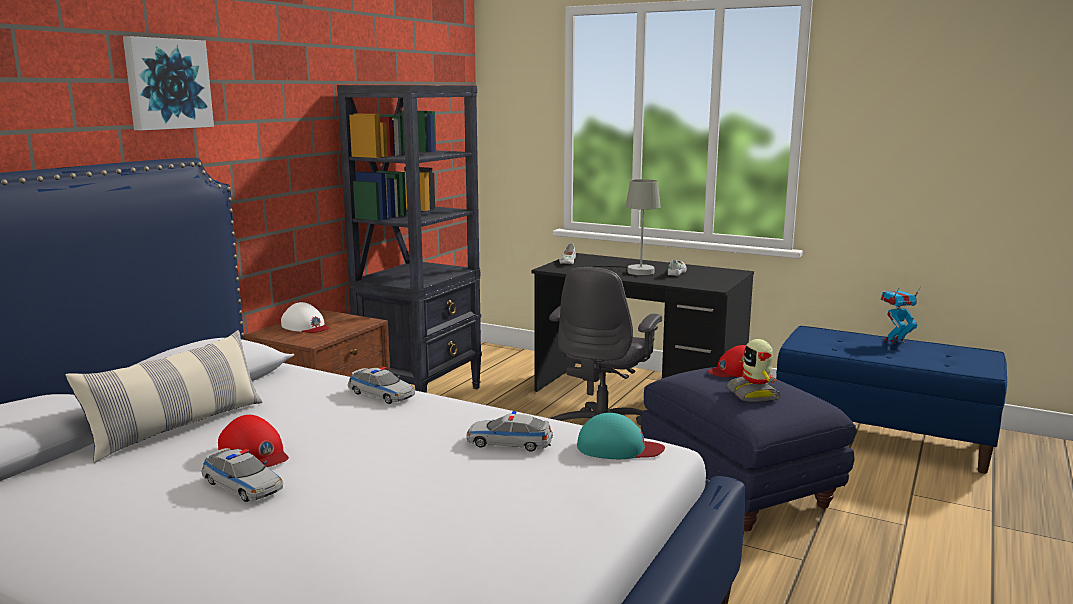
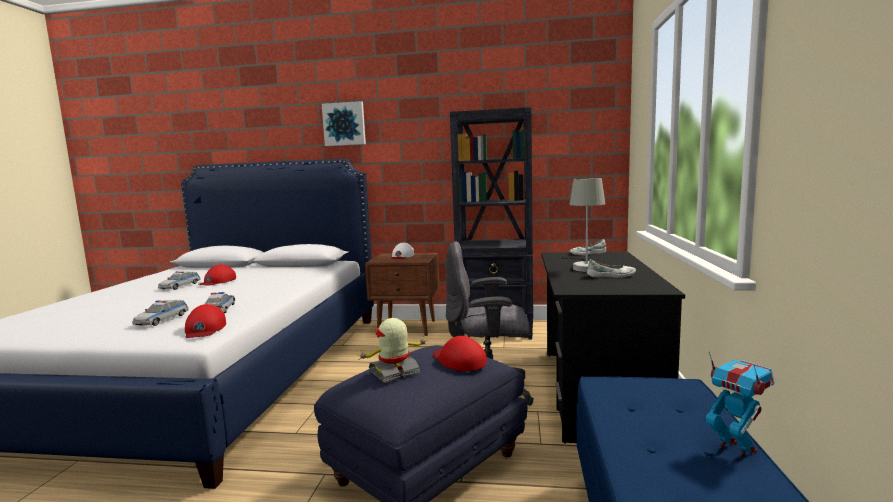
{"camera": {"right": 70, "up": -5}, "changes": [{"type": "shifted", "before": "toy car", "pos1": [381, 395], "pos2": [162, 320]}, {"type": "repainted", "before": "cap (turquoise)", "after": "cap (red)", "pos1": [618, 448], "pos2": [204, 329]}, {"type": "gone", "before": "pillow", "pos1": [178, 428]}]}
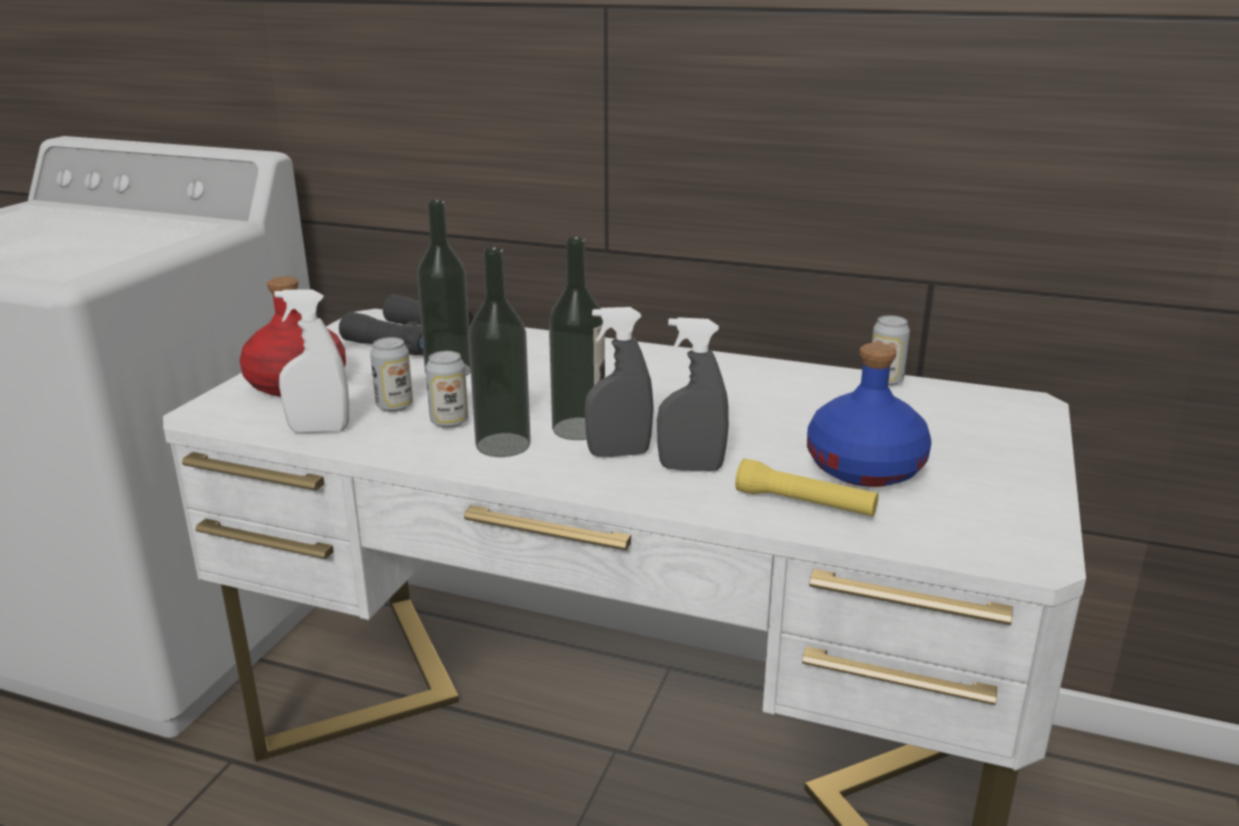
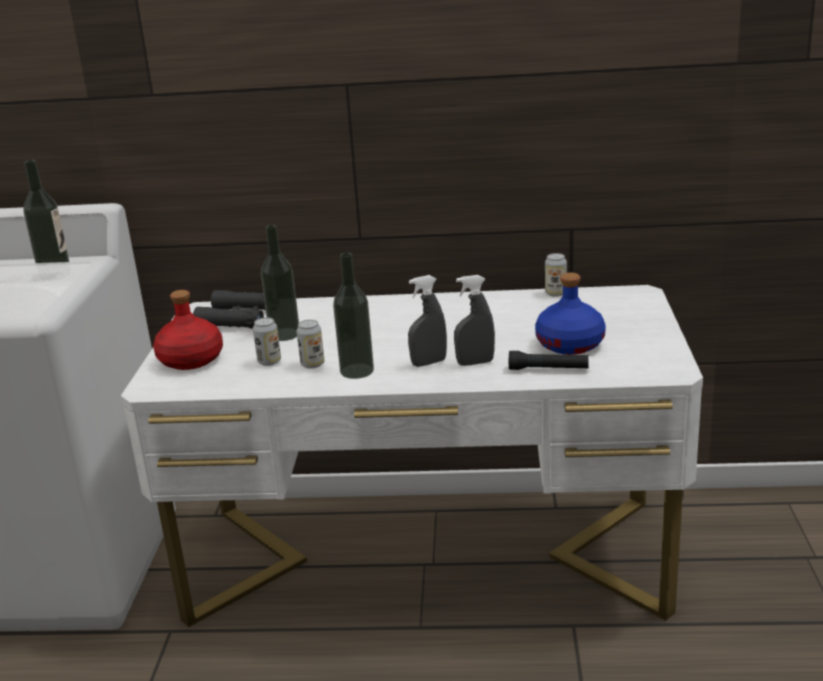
{"camera": {"right": -15, "up": 0}, "changes": [{"type": "shifted", "before": "bottle", "pos1": [578, 429], "pos2": [55, 274]}, {"type": "repainted", "before": "flashlight (yellow)", "after": "flashlight (black)", "pos1": [805, 504], "pos2": [548, 369]}, {"type": "gone", "before": "spray bottle (white)", "pos1": [319, 430]}]}
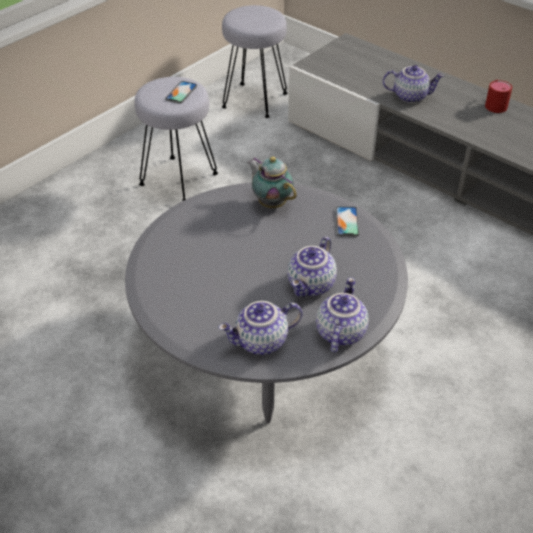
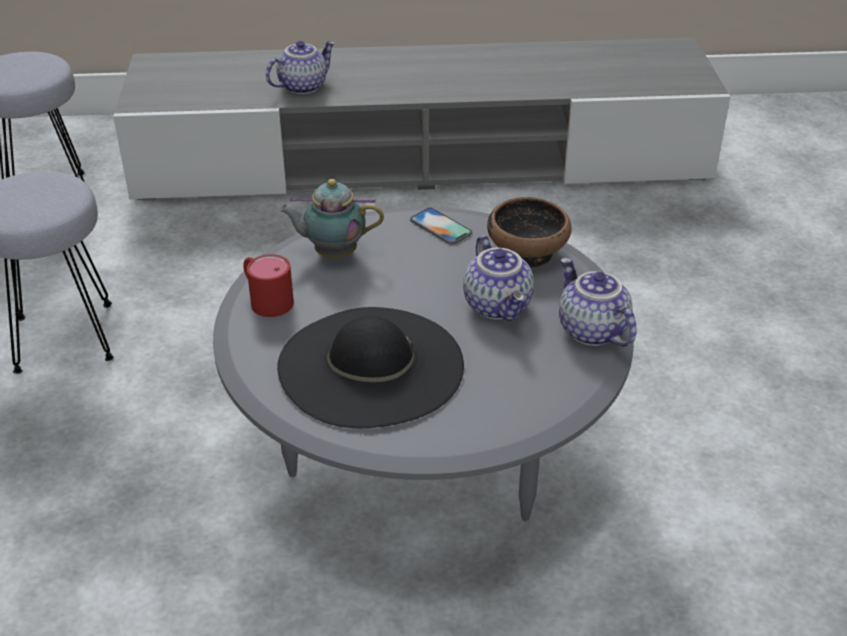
{"camera": {"right": -45, "up": -5}, "changes": [{"type": "shifted", "before": "mug (red)", "pos1": [495, 103], "pos2": [266, 299]}, {"type": "new", "after": "hat (black)", "pos2": [370, 366]}, {"type": "new", "after": "bowl", "pos2": [527, 253]}, {"type": "gone", "before": "phone", "pos1": [181, 92]}, {"type": "gone", "before": "teapot", "pos1": [261, 342]}]}
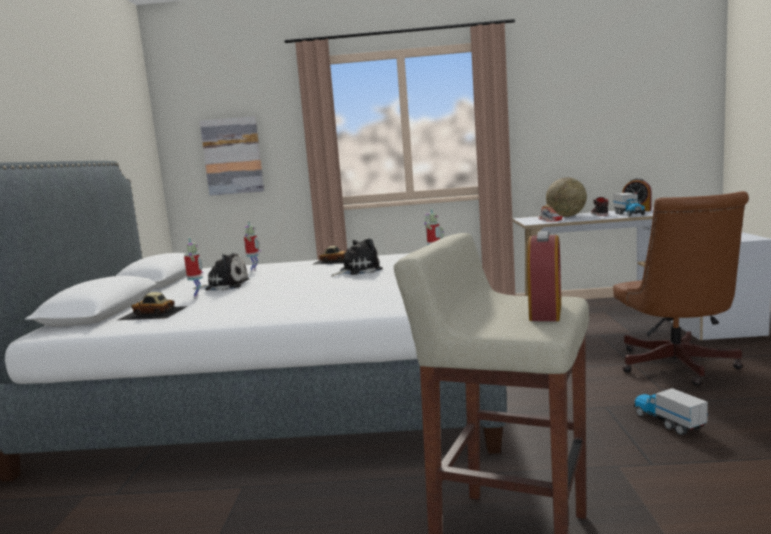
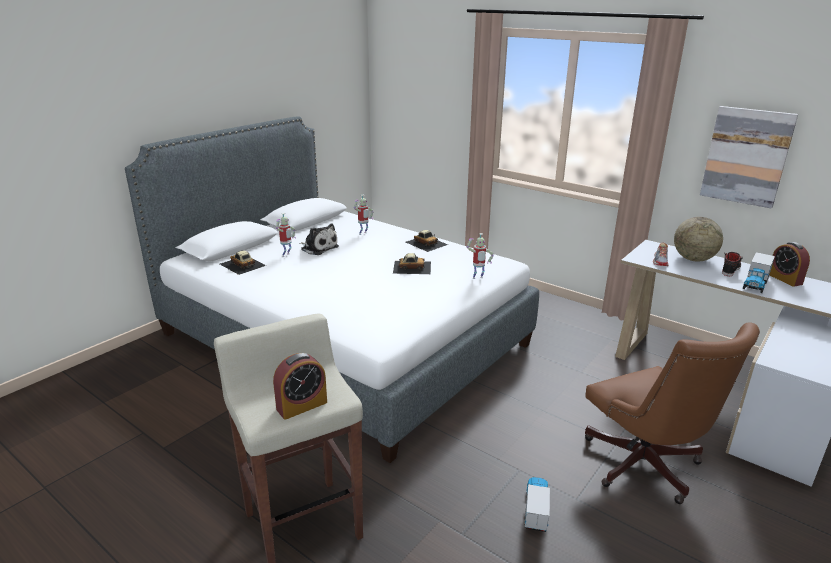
{"camera": {"right": 35, "up": 15}, "changes": [{"type": "swapped", "before": "plush toy", "after": "toy car", "pos1": [358, 271], "pos2": [412, 267]}, {"type": "rotated", "before": "office chair (brown)", "pos1": [677, 368], "pos2": [645, 468], "turn": -60}, {"type": "shifted", "before": "picture", "pos1": [232, 156], "pos2": [746, 156]}]}
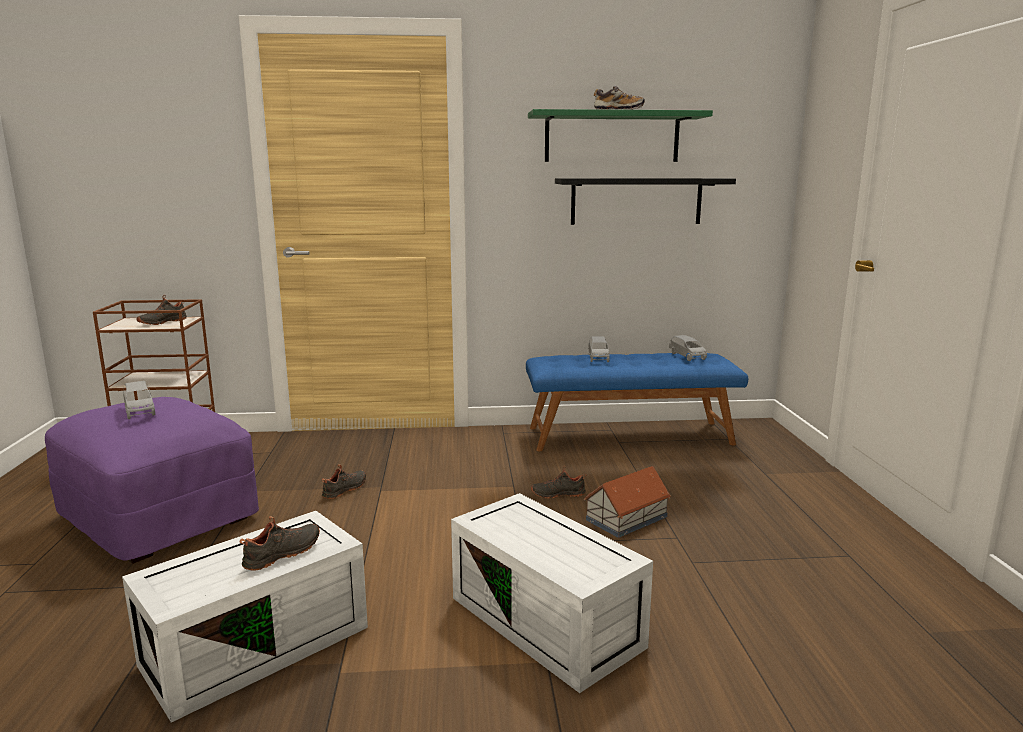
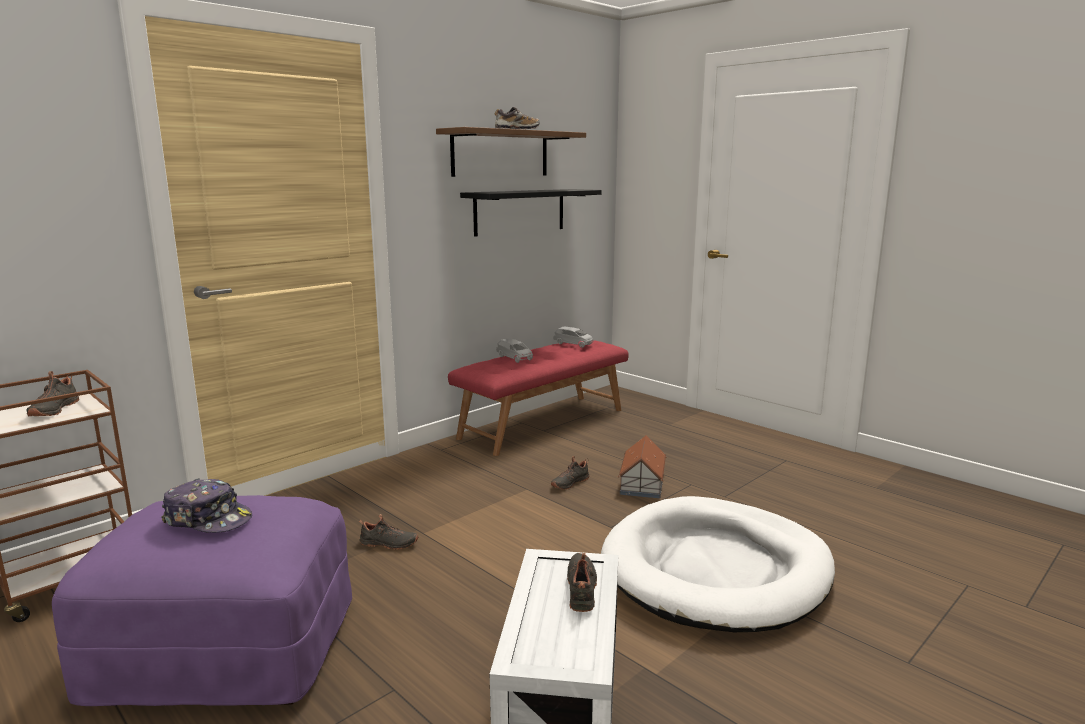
{"camera": {"right": -40, "up": 0}, "changes": [{"type": "swapped", "before": "toy car (grey)", "after": "cap", "pos1": [140, 411], "pos2": [208, 519]}, {"type": "rotated", "before": "shoe (black)", "pos1": [345, 490], "pos2": [388, 544], "turn": 105}, {"type": "repainted", "before": "shelf (green)", "after": "shelf (brown)", "pos1": [612, 137], "pos2": [500, 153]}, {"type": "repainted", "before": "bench (blue)", "after": "bench (red)", "pos1": [629, 435], "pos2": [542, 423]}, {"type": "swapped", "before": "storage box (white)", "after": "dog bed (white)", "pos1": [549, 622], "pos2": [716, 569]}]}
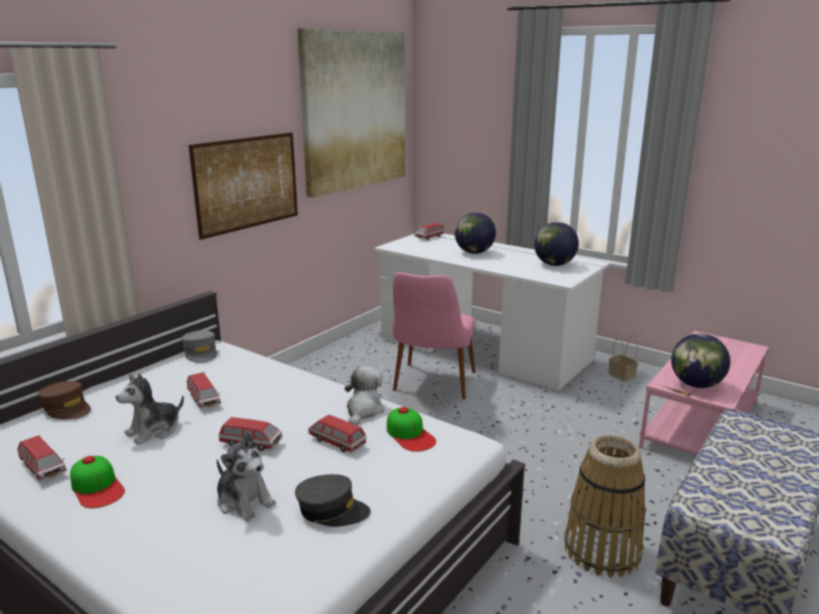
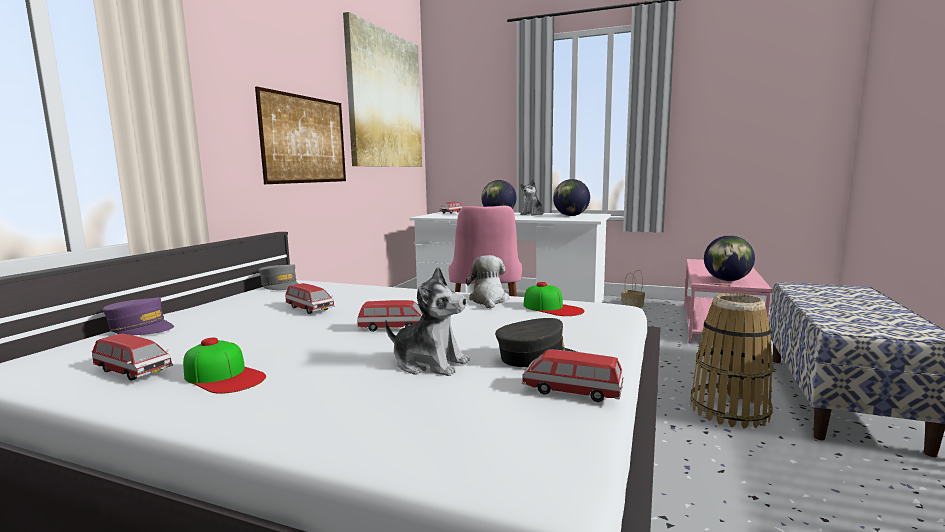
{"camera": {"right": -15, "up": -10}, "changes": [{"type": "repainted", "before": "cap (brown)", "after": "cap (purple)", "pos1": [67, 408], "pos2": [141, 328]}, {"type": "shifted", "before": "plush toy", "pos1": [154, 431], "pos2": [532, 214]}, {"type": "shifted", "before": "toy car", "pos1": [337, 442], "pos2": [572, 391]}]}
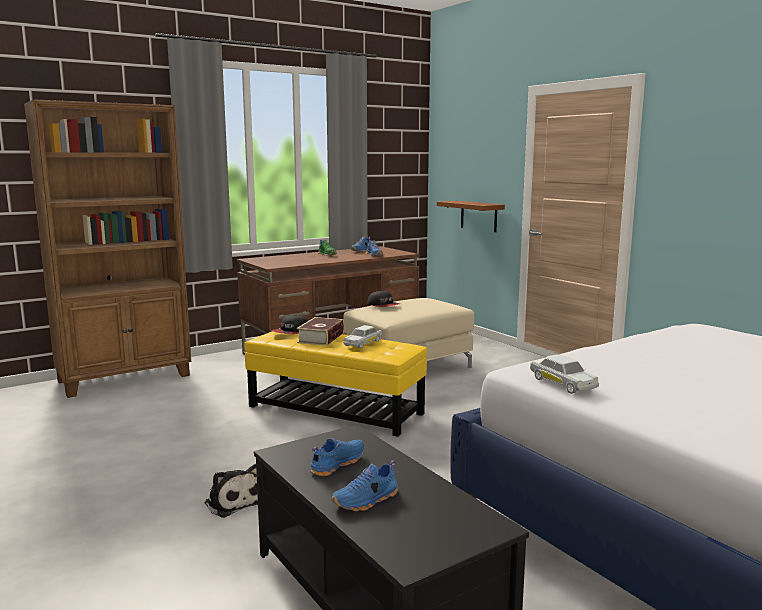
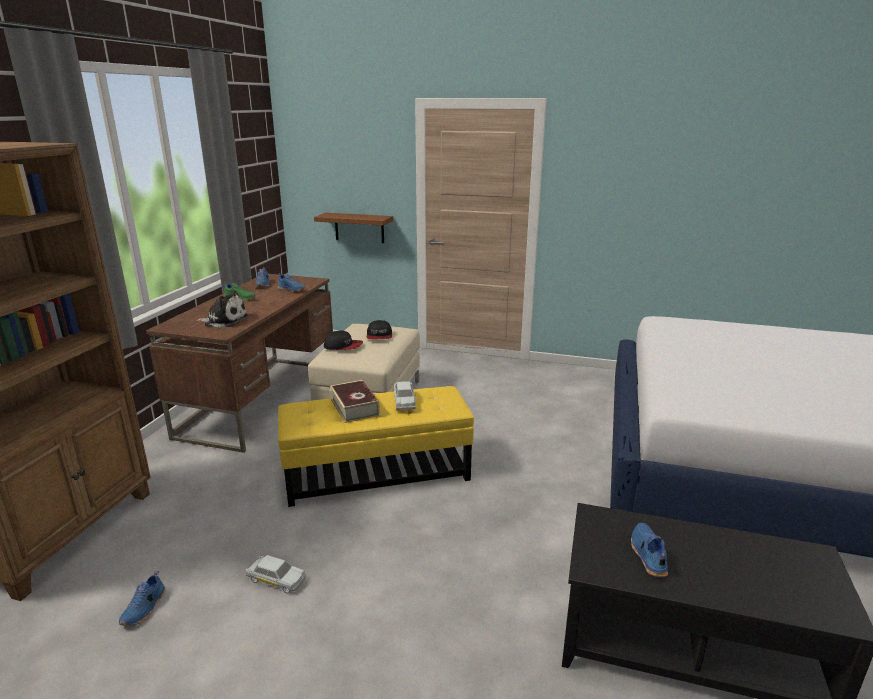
{"camera": {"right": -40, "up": 10}, "changes": [{"type": "shifted", "before": "shoe (blue)", "pos1": [366, 501], "pos2": [145, 609]}, {"type": "shifted", "before": "plush toy", "pos1": [233, 502], "pos2": [224, 321]}, {"type": "shifted", "before": "toy car (white)", "pos1": [562, 383], "pos2": [276, 579]}, {"type": "shifted", "before": "cap", "pos1": [291, 332], "pos2": [379, 336]}]}
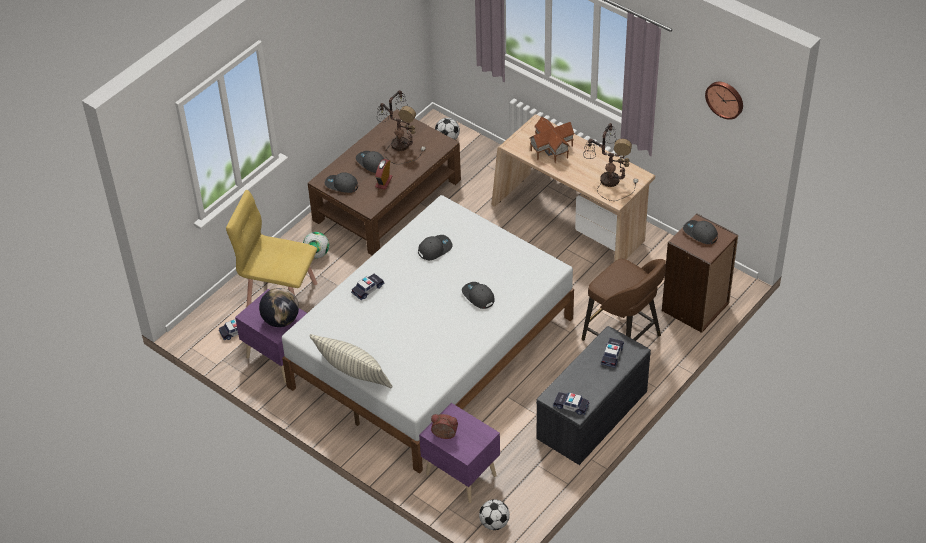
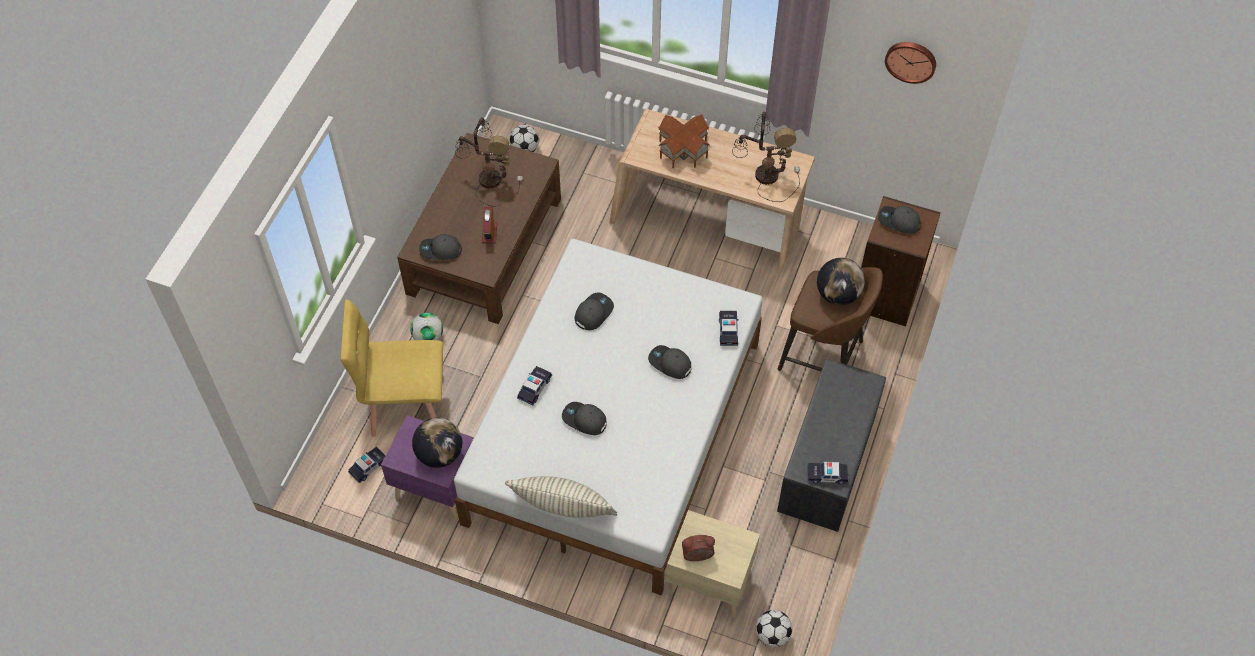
{"camera": {"right": -20, "up": 10}, "changes": [{"type": "shifted", "before": "cap (grey)", "pos1": [371, 163], "pos2": [584, 420]}, {"type": "repainted", "before": "nightstand (purple)", "after": "nightstand (beige)", "pos1": [461, 473], "pos2": [709, 581]}, {"type": "shifted", "before": "toy car", "pos1": [612, 355], "pos2": [728, 330]}, {"type": "new", "after": "globe", "pos2": [838, 294]}]}
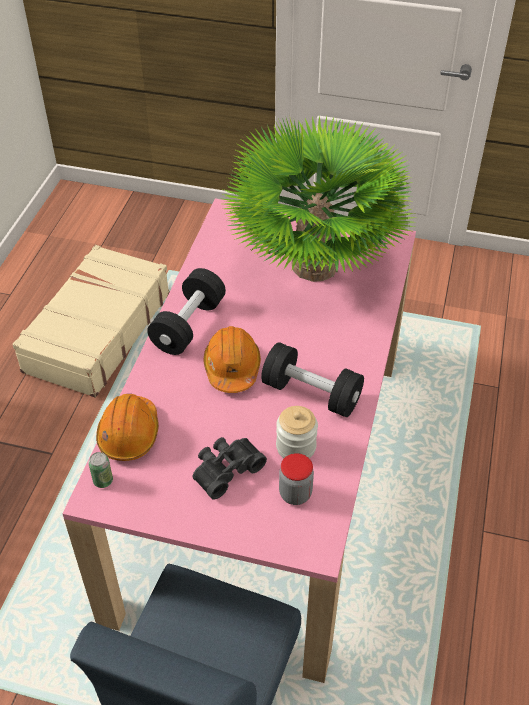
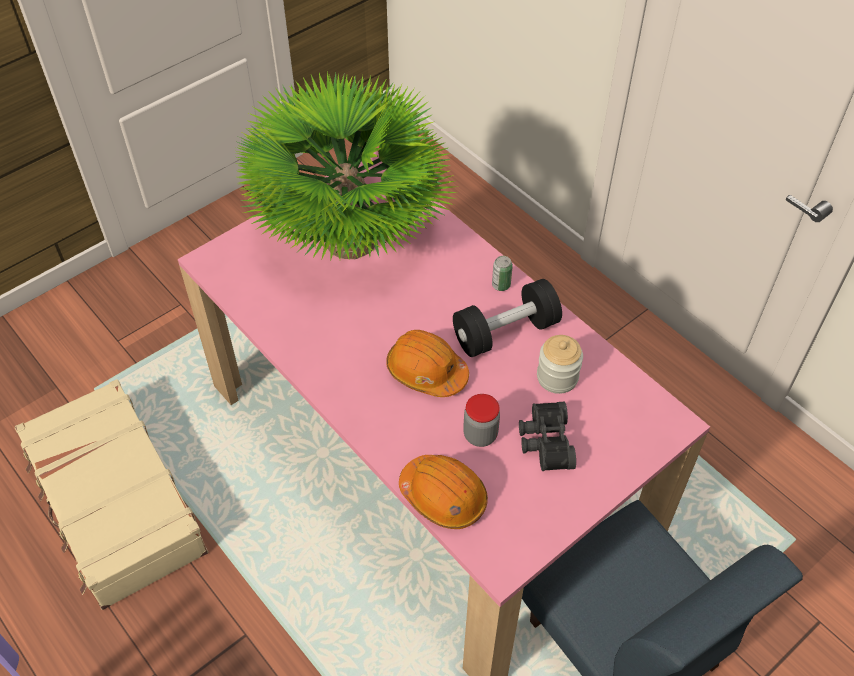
{"camera": {"right": -55, "up": 5}, "changes": [{"type": "shifted", "before": "jar", "pos1": [295, 494], "pos2": [480, 435]}, {"type": "shifted", "before": "can", "pos1": [103, 481], "pos2": [501, 285]}, {"type": "gone", "before": "dumbbell (black)", "pos1": [188, 325]}]}
